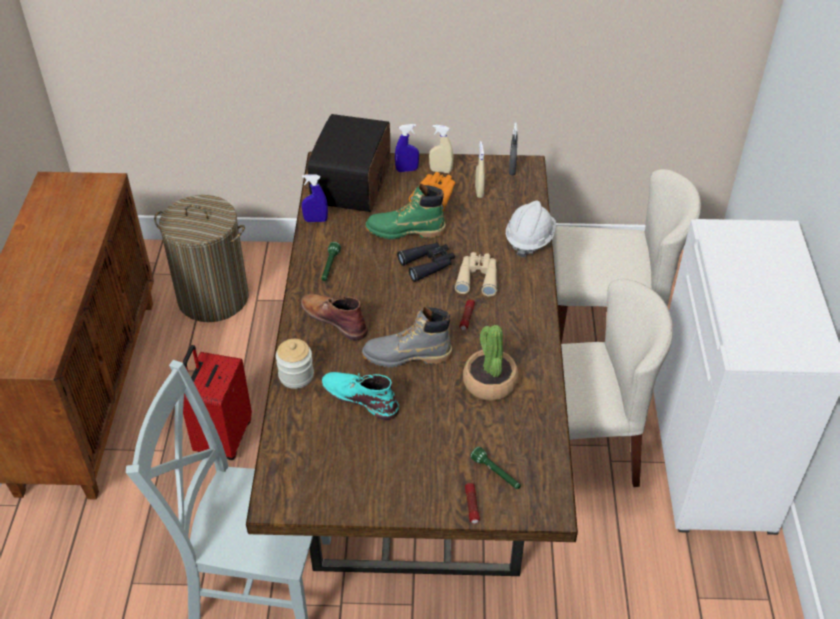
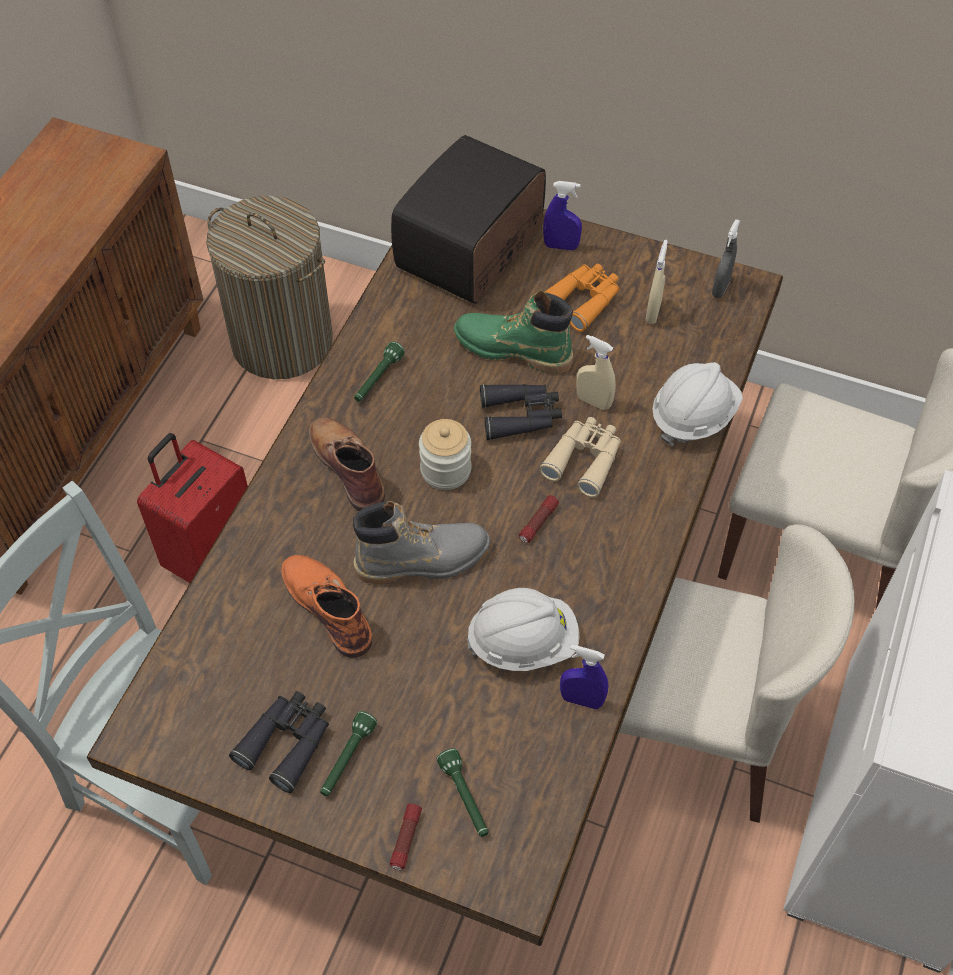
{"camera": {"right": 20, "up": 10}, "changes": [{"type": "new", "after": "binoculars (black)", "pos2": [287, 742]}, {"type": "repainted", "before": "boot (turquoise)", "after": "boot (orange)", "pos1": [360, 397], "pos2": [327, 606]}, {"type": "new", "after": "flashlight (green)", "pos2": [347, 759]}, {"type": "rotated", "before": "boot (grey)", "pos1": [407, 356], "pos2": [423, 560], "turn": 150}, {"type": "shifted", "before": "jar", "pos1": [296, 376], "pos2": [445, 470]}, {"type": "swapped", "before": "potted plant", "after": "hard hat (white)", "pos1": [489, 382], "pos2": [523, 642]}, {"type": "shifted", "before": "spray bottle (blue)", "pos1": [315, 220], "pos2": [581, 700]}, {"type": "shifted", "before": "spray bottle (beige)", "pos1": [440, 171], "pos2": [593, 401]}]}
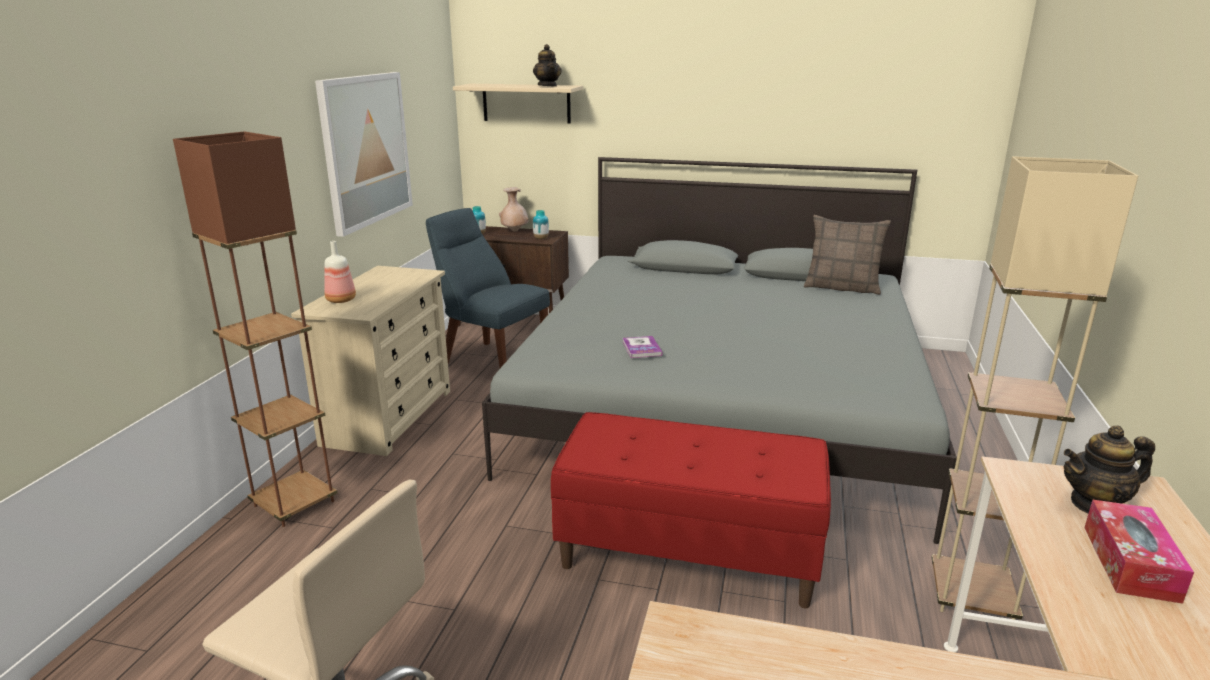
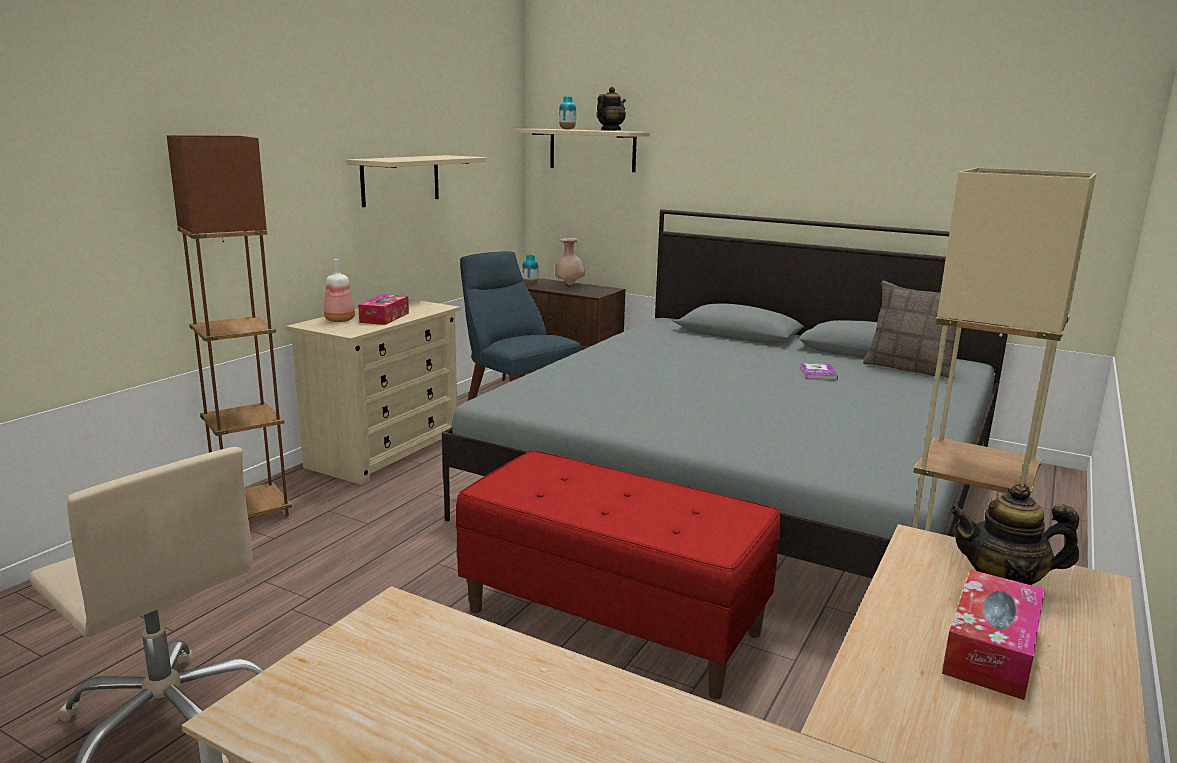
{"camera": {"right": 15, "up": -5}, "changes": [{"type": "swapped", "before": "picture", "after": "shelf (beige)", "pos1": [366, 150], "pos2": [400, 180]}, {"type": "new", "after": "tissue box", "pos2": [384, 317]}, {"type": "shifted", "before": "vase", "pos1": [541, 238], "pos2": [567, 129]}, {"type": "rotated", "before": "teapot", "pos1": [547, 86], "pos2": [610, 130], "turn": -135}, {"type": "shifted", "before": "book", "pos1": [641, 348], "pos2": [817, 373]}]}
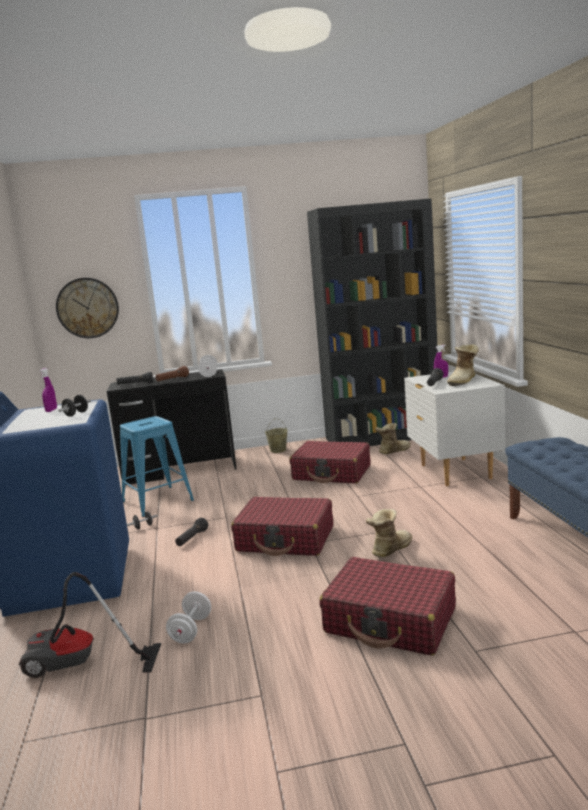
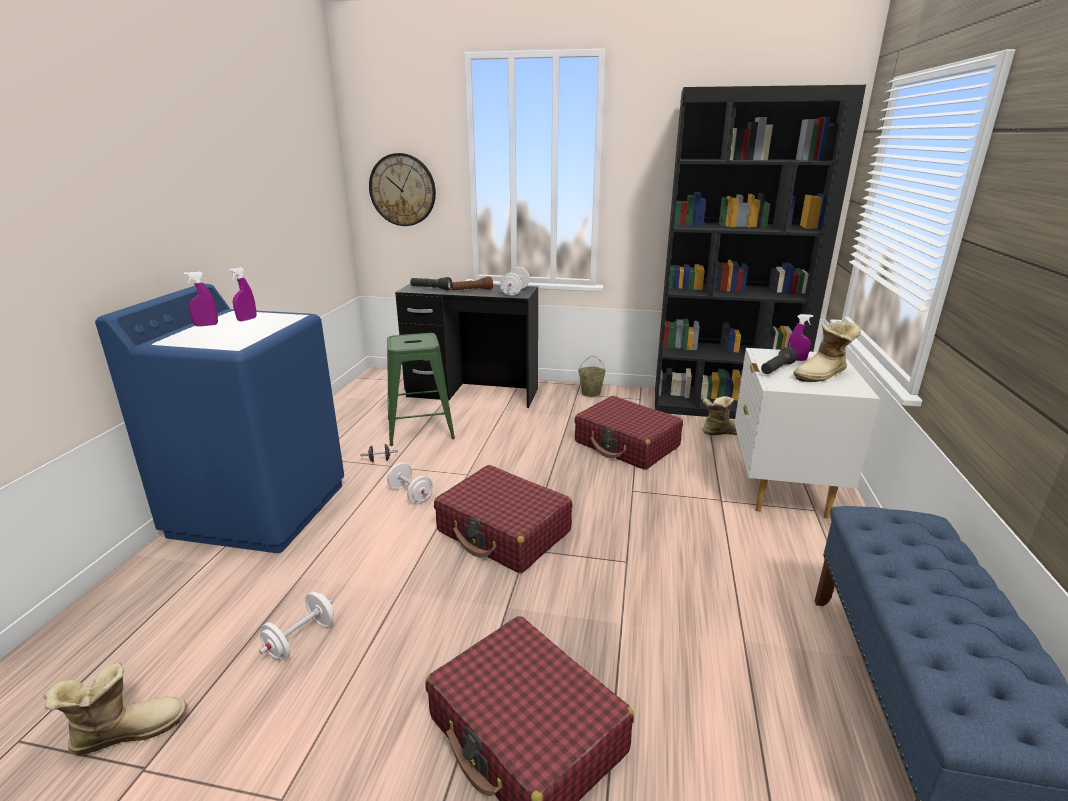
{"camera": {"right": 20, "up": 10}, "changes": [{"type": "shifted", "before": "boot", "pos1": [389, 549], "pos2": [127, 730]}, {"type": "new", "after": "spray bottle (purple)", "pos2": [206, 325]}, {"type": "repainted", "before": "stool (blue)", "after": "stool (green)", "pos1": [157, 501], "pos2": [420, 428]}, {"type": "swapped", "before": "flashlight (black)", "after": "dumbbell (white)", "pos1": [192, 539], "pos2": [411, 494]}, {"type": "gone", "before": "vacuum cleaner", "pos1": [78, 666]}, {"type": "gone", "before": "dumbbell (black)", "pos1": [76, 414]}]}
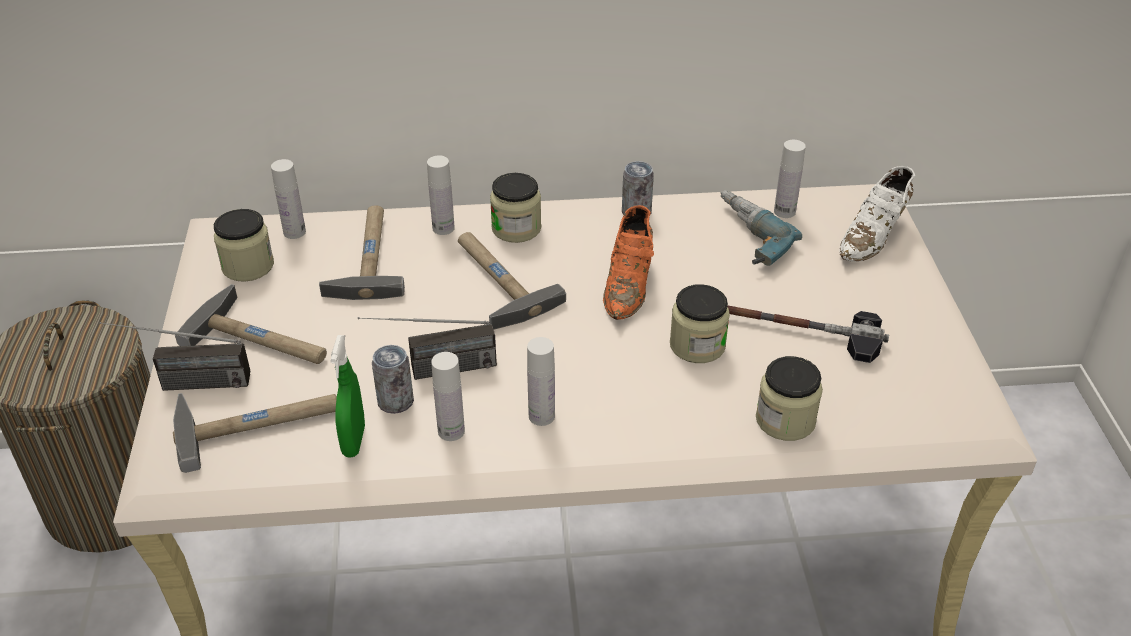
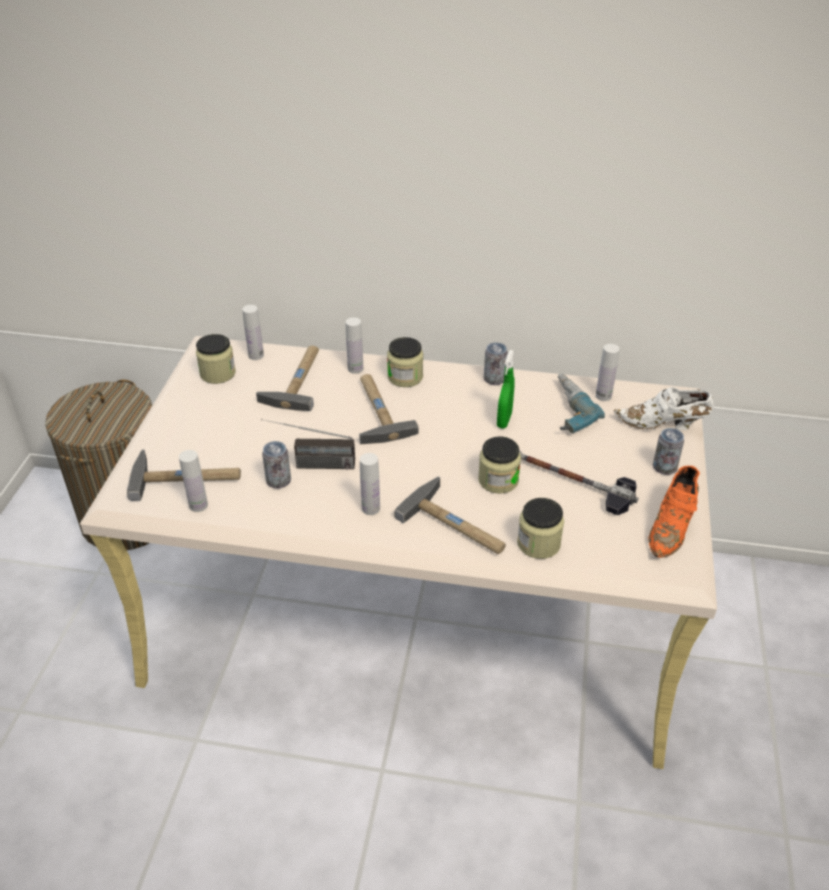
{"camera": {"right": 15, "up": 0}, "changes": [{"type": "shifted", "before": "bottle (white)", "pos1": [451, 431], "pos2": [198, 505]}, {"type": "shifted", "before": "hammer", "pos1": [262, 339], "pos2": [457, 524]}, {"type": "shifted", "before": "spray bottle (green)", "pos1": [354, 441], "pos2": [504, 420]}, {"type": "rotated", "before": "shoe (white)", "pos1": [874, 236], "pos2": [663, 425], "turn": 45}, {"type": "shifted", "before": "shoe (orange)", "pos1": [629, 284], "pos2": [672, 527]}, {"type": "new", "after": "can", "pos2": [664, 467]}, {"type": "gone", "before": "radio", "pos1": [183, 384]}]}
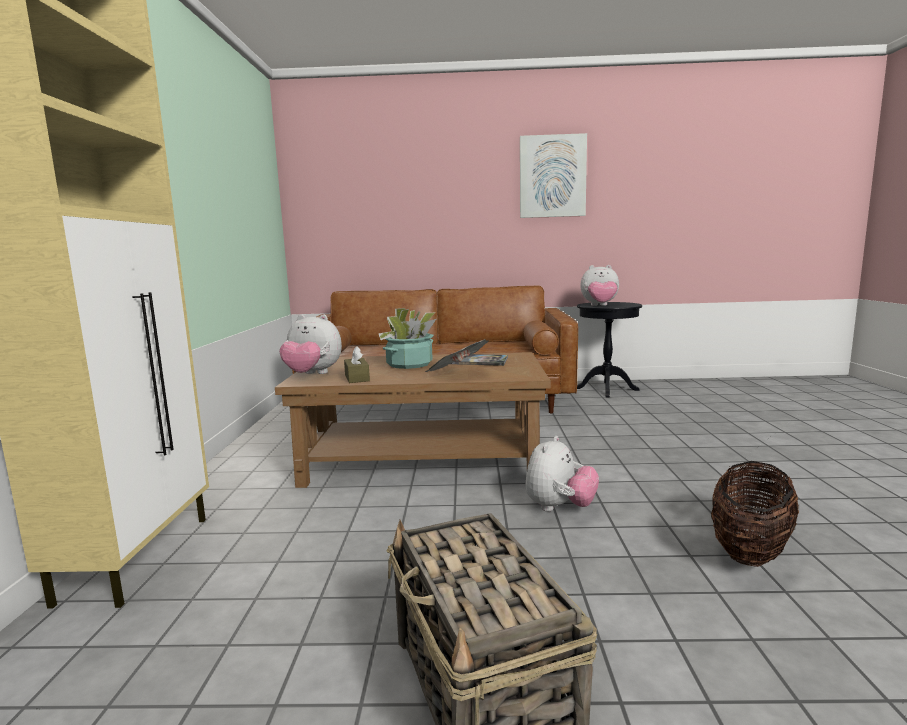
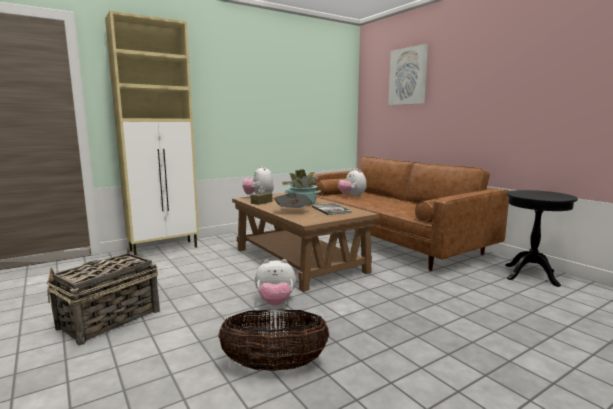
{"camera": {"right": 55, "up": 0}, "changes": [{"type": "shifted", "before": "plush toy", "pos1": [600, 306], "pos2": [352, 196]}, {"type": "shifted", "before": "picture", "pos1": [552, 176], "pos2": [408, 76]}]}
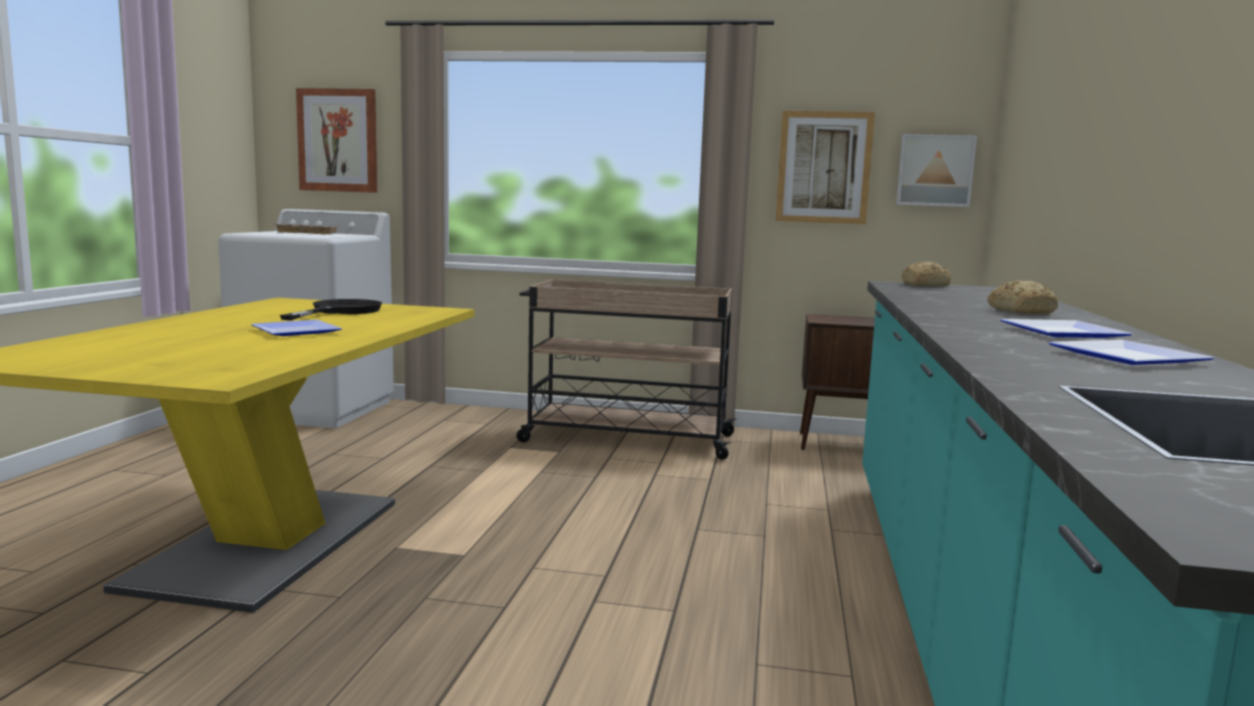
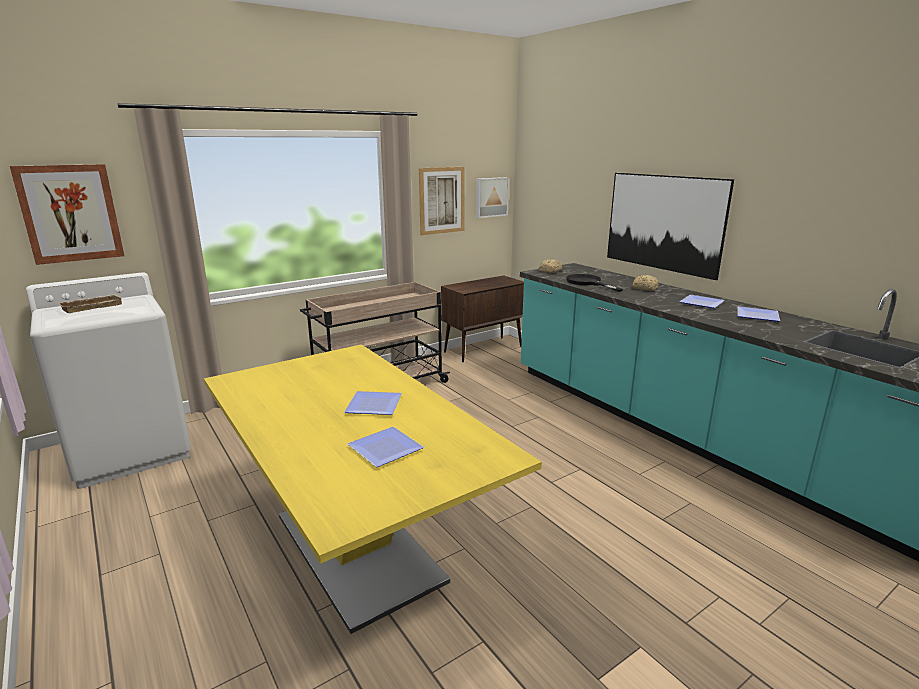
{"camera": {"right": -45, "up": 10}, "changes": [{"type": "new", "after": "plate", "pos2": [386, 447]}, {"type": "shifted", "before": "frying pan (black)", "pos1": [339, 311], "pos2": [587, 283]}, {"type": "new", "after": "picture", "pos2": [664, 223]}]}
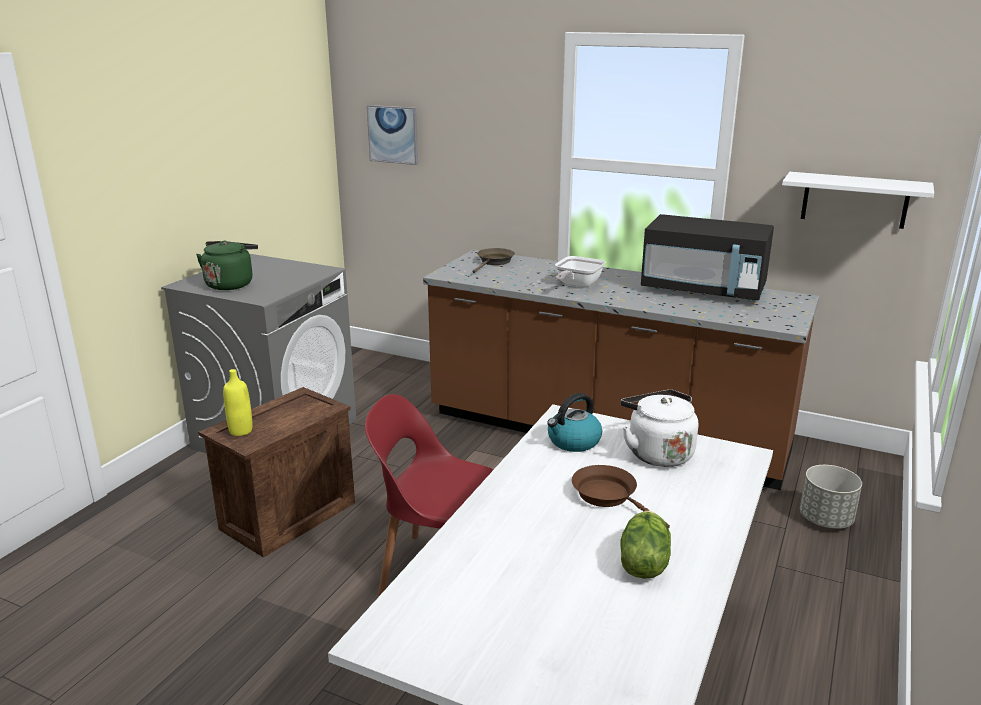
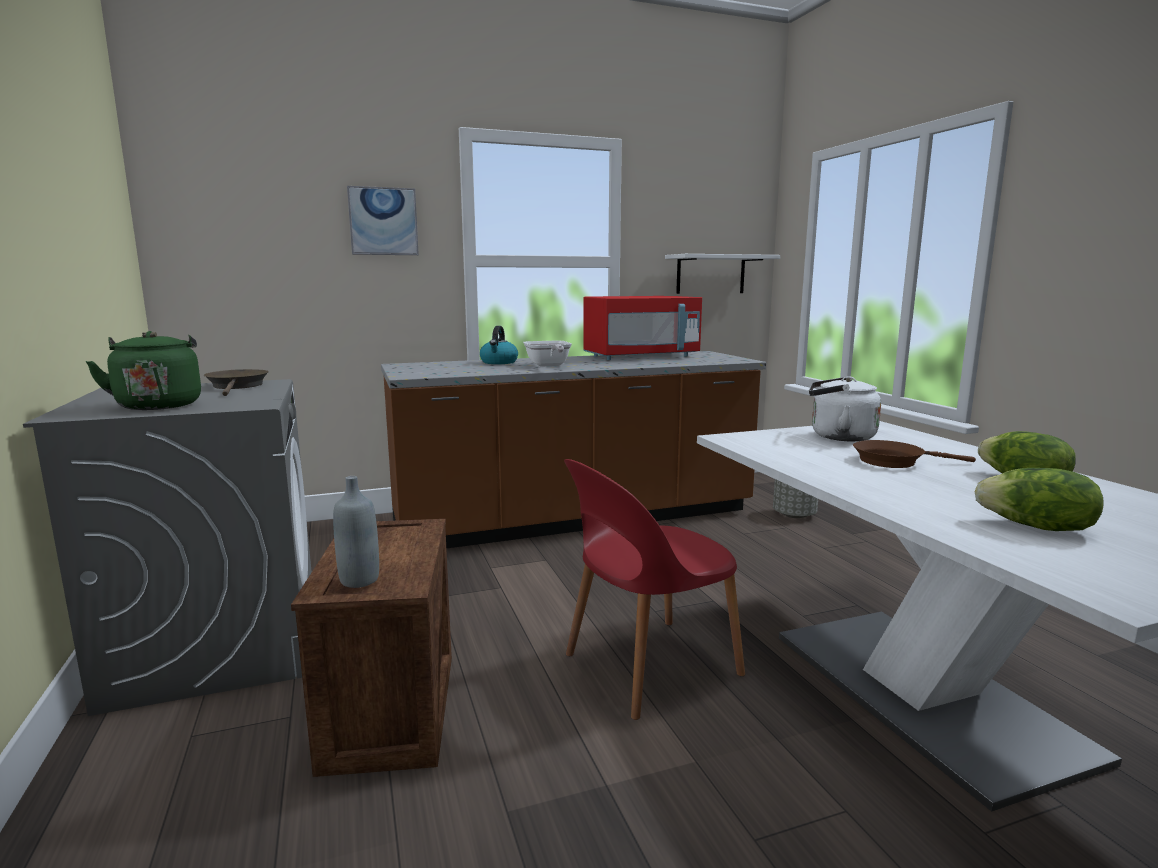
{"camera": {"right": -45, "up": -10}, "changes": [{"type": "shifted", "before": "frying pan (brown)", "pos1": [494, 262], "pos2": [238, 386]}, {"type": "repainted", "before": "bottle (yellow)", "after": "bottle (grey)", "pos1": [241, 431], "pos2": [359, 580]}, {"type": "shifted", "before": "picture", "pos1": [393, 134], "pos2": [383, 221]}, {"type": "shifted", "before": "kettle", "pos1": [573, 442], "pos2": [499, 362]}, {"type": "repainted", "before": "microwave (black)", "after": "microwave (red)", "pos1": [703, 290], "pos2": [641, 356]}, {"type": "new", "after": "lettuce", "pos2": [1037, 527]}]}
